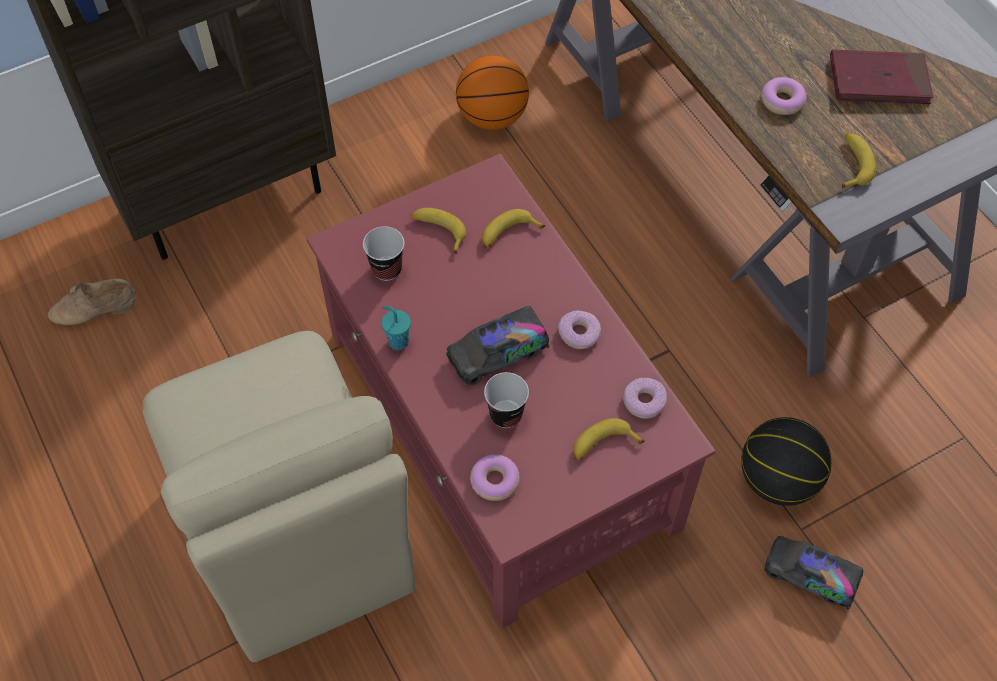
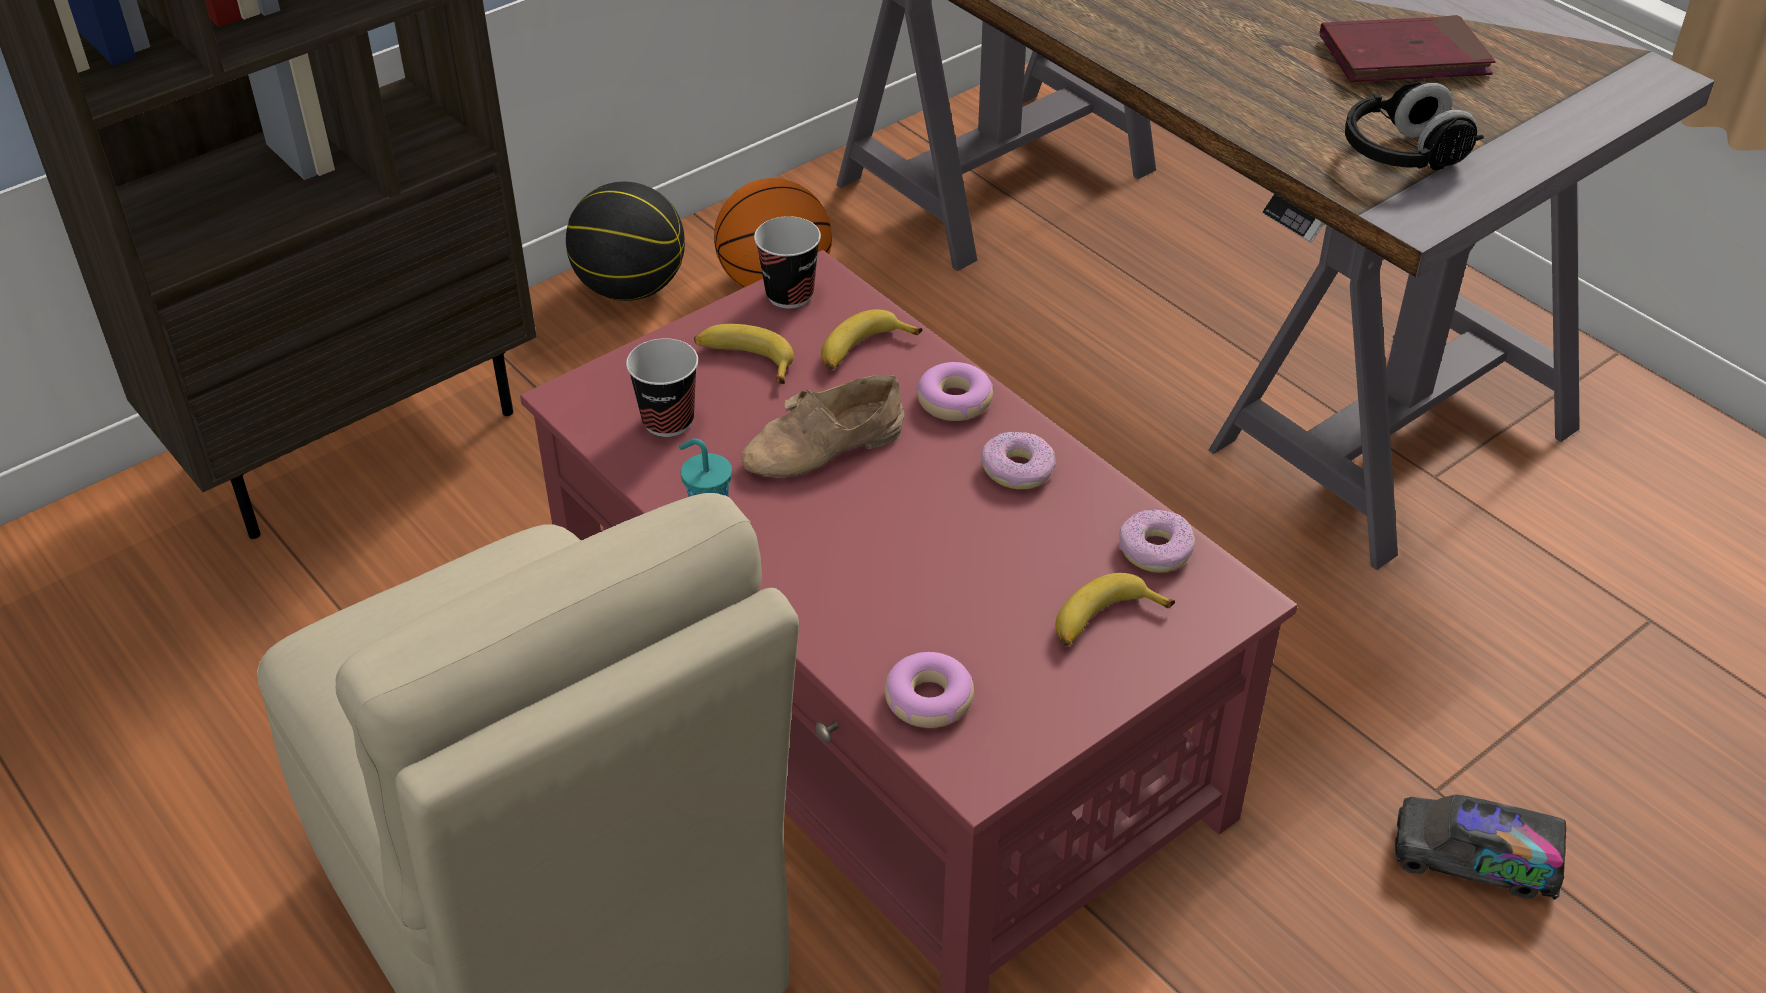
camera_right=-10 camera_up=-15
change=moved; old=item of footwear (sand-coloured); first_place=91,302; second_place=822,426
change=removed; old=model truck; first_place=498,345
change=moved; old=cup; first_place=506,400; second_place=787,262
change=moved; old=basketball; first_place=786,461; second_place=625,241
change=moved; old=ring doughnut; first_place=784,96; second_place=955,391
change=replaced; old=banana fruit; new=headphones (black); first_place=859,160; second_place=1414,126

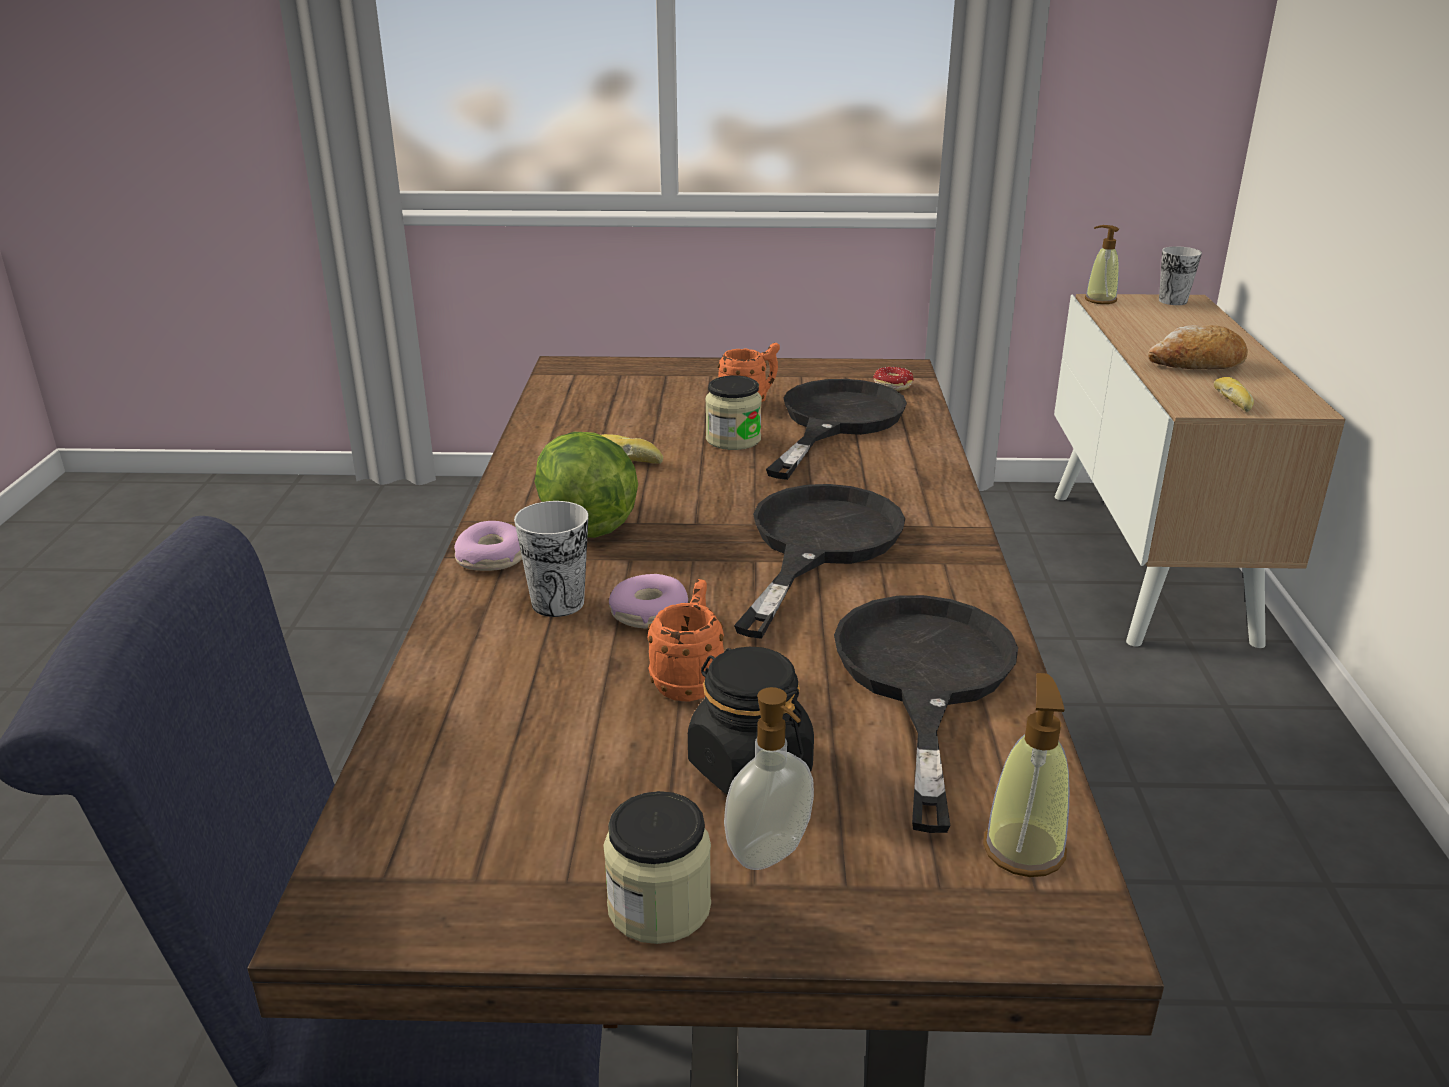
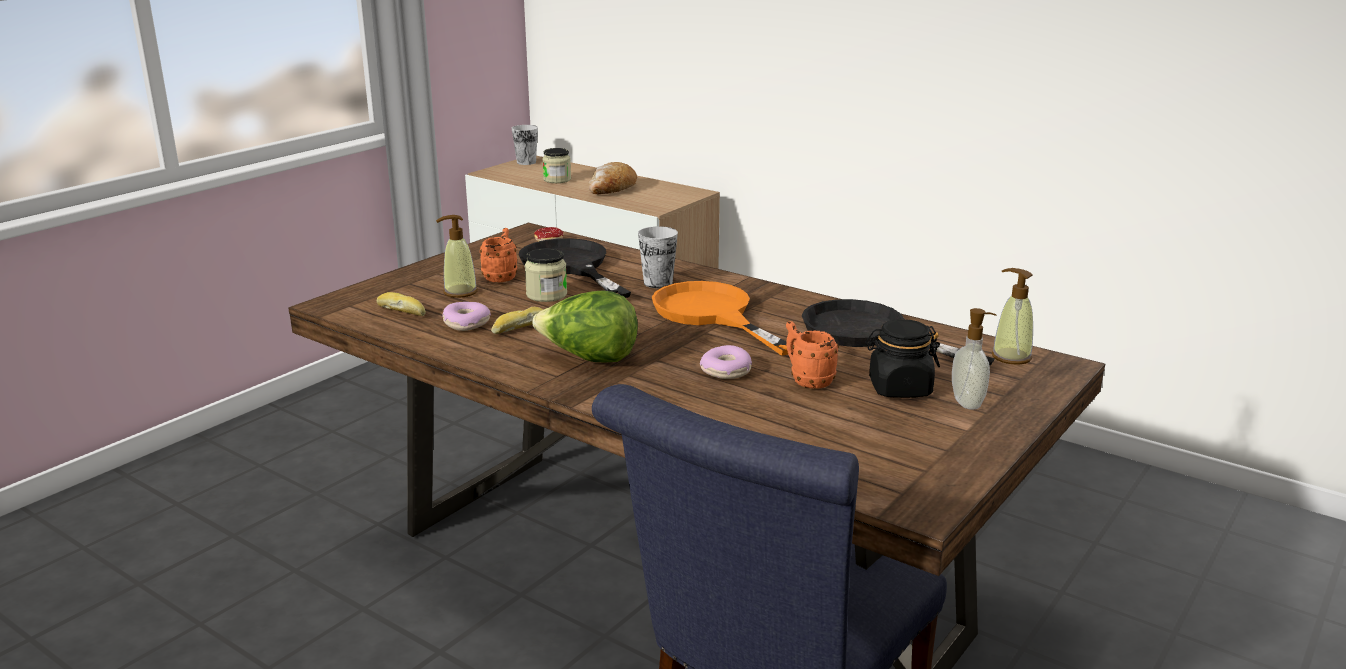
camera_right=-55 camera_up=-5
change=moved; old=ring doughnut; first_place=488,546; second_place=466,316
change=moved; old=cup; first_place=551,559; second_place=658,257
change=moved; old=jar; first_place=657,867; second_place=556,165
change=recoloured; old=pan (black); new=pan (orange-coloured); first_place=819,561; second_place=720,318
change=moved; old=soap bottle; first_place=1102,264; second_place=457,256
change=moved; old=baked bread; first_place=1234,394; second_place=401,304

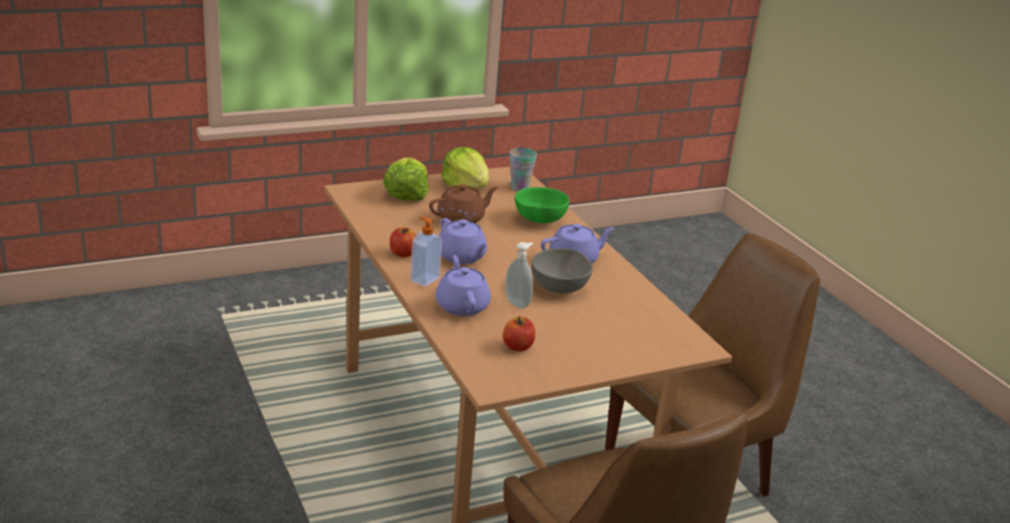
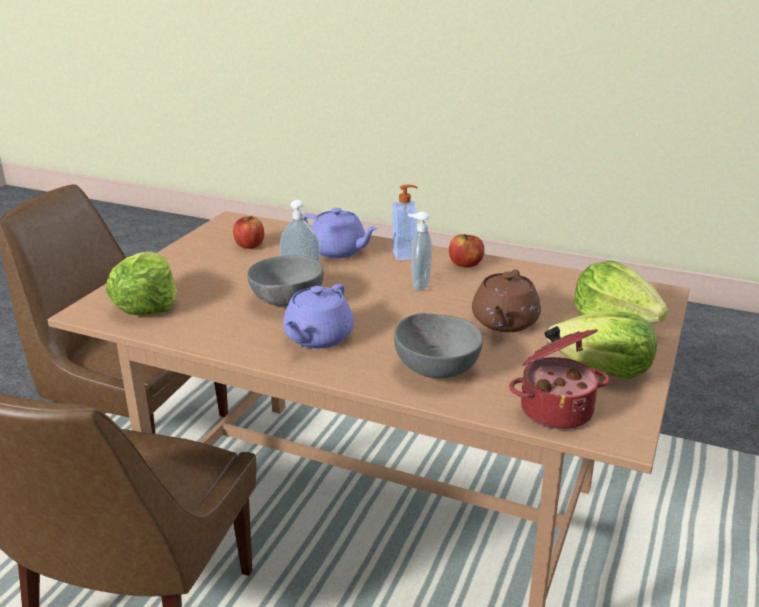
camera_right=140 camera_up=0
change=replaced; old=pot for tea (purple); new=soap bottle; first_place=463,241; second_place=420,251
change=replaced; old=cup; new=saucepot; first_place=523,169; second_place=559,377
change=recoloured; old=bowl (greenish); new=bowl (grey); first_place=542,205; second_place=438,345
change=added; new=lettuce; second_place=141,283

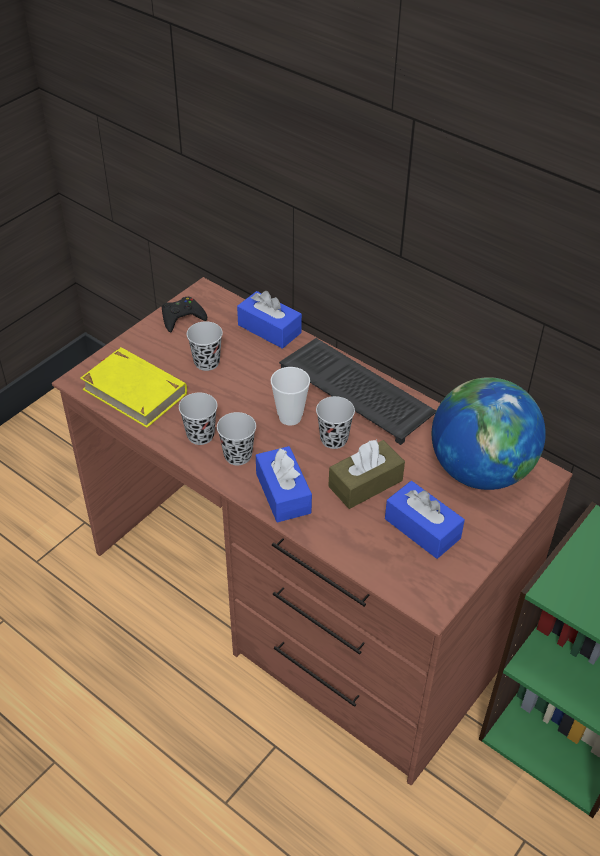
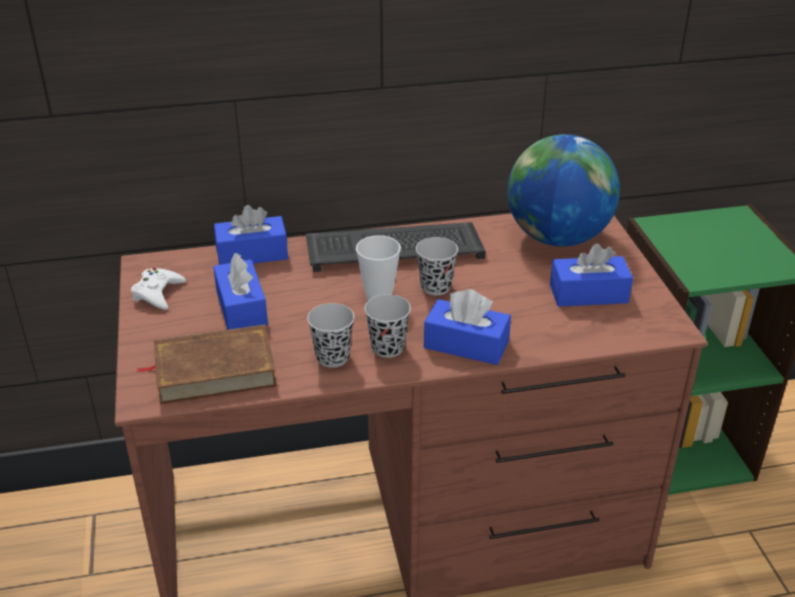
camera_right=-50 camera_up=-10
change=recoloured; old=book (yellowish); new=book (brown-coloured); first_place=133,387; second_place=206,364
change=recoloured; old=joypad (black); new=joypad (whitish); first_place=184,314; second_place=158,289
change=replaced; old=cup (black); new=tissue holder (blue-coloured); first_place=205,346; second_place=240,291
change=removed; old=tissue holder (brown-coloured); first_place=366,474

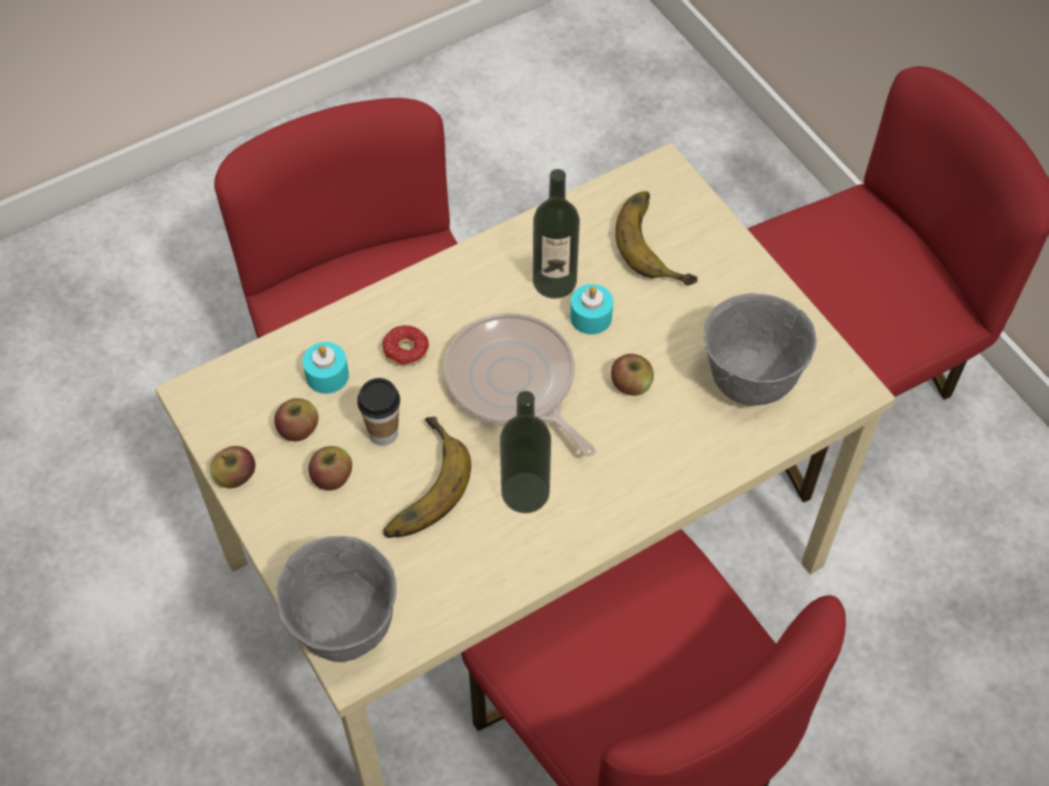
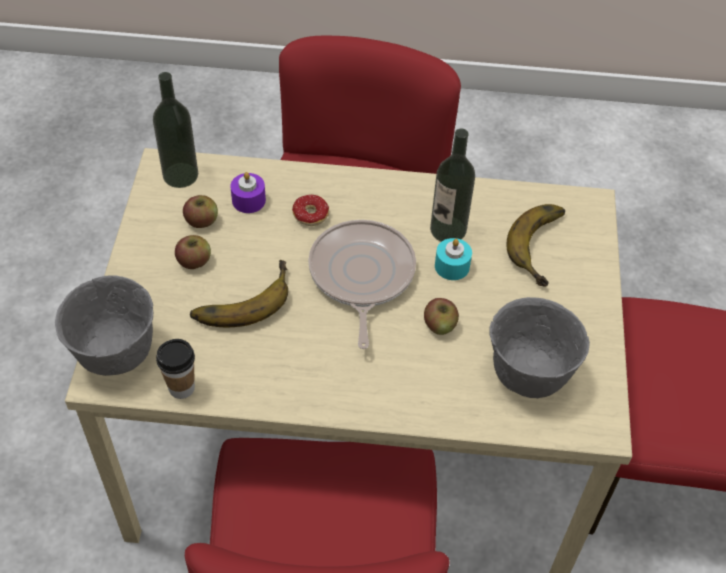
camera_right=35 camera_up=-5
change=removed; old=whole apple; first_place=232,467
change=recoloured; old=wax light (turquoise); new=wax light (purple); first_place=325,368; second_place=248,192
change=moved; old=cup; first_place=378,412; second_place=175,369
change=moved; old=bottle; first_place=525,452; second_place=175,130

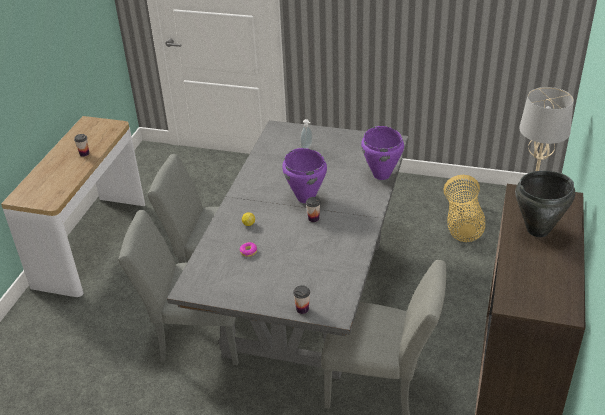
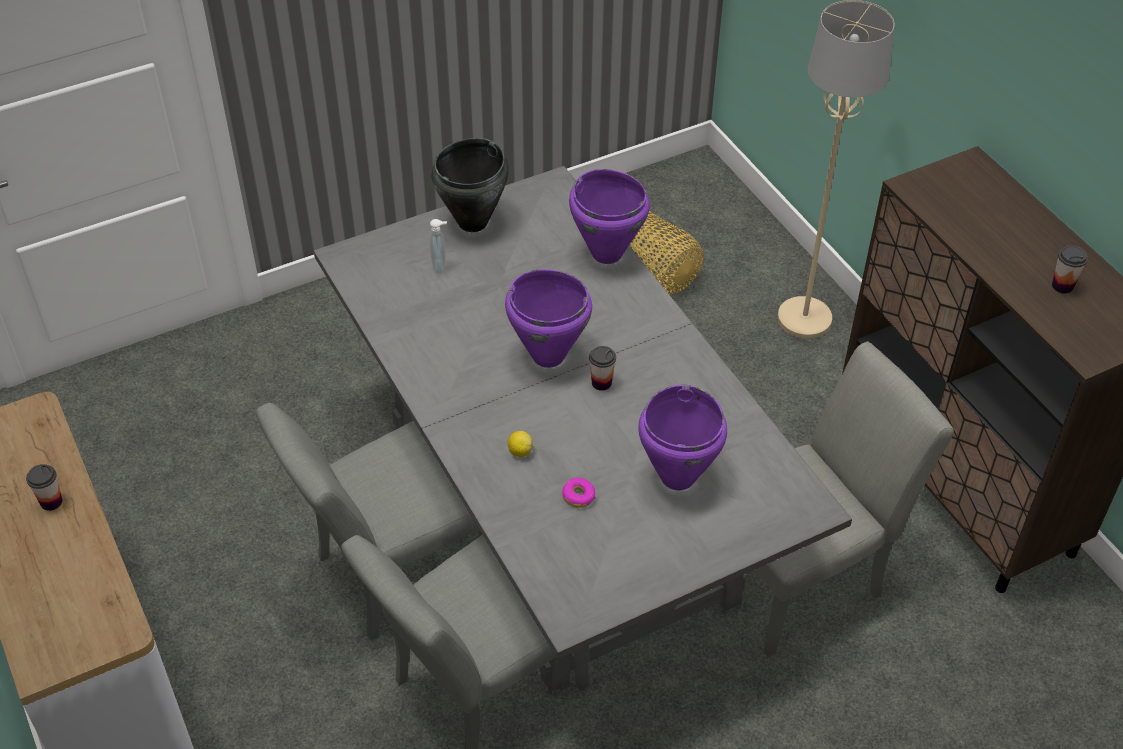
camera_right=-45 camera_up=10
change=moved; old=cup; first_place=301,299; second_place=1070,269
change=moved; old=saucepot (black); first_place=545,204; second_place=470,185
change=added; new=saucepot (purple); second_place=682,437

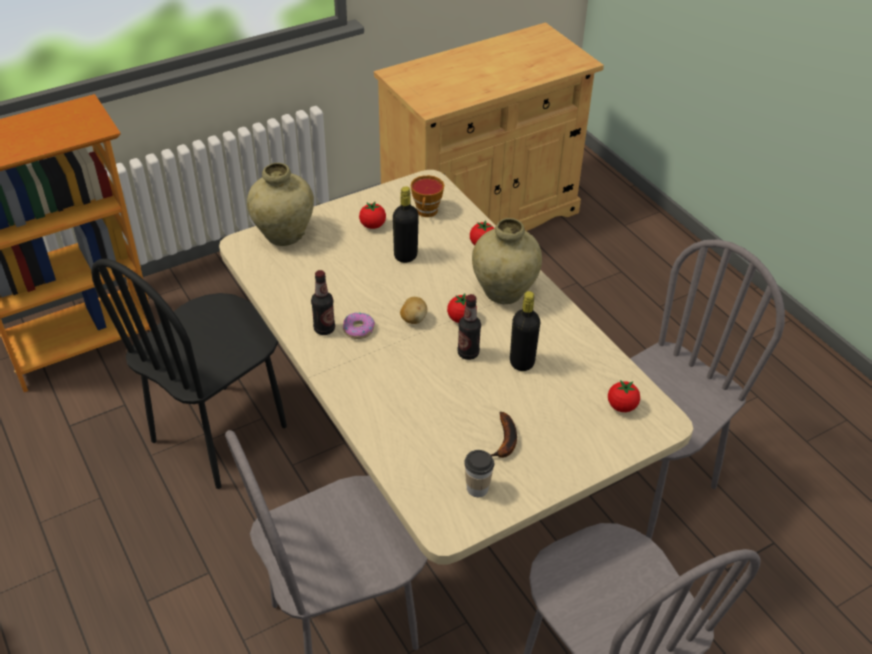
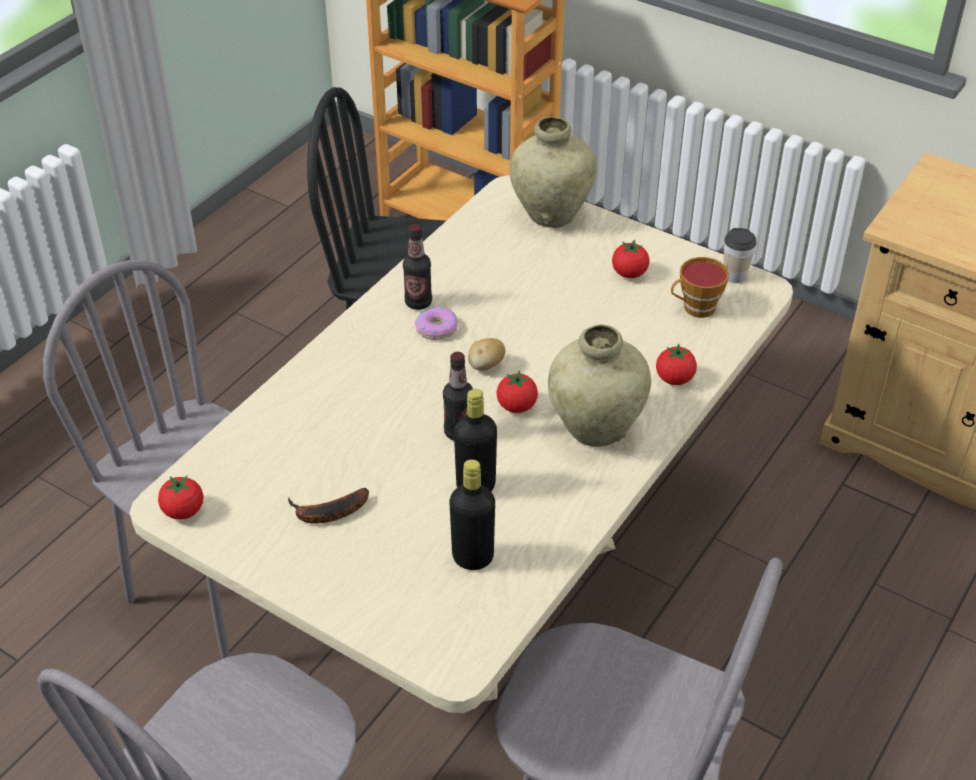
camera_right=65 camera_up=0
change=moved; old=bottle (black); first_place=406,224; second_place=472,514
change=moved; old=cup; first_place=479,473; second_place=740,255
change=moved; old=tomato; first_place=624,396; second_place=180,498

